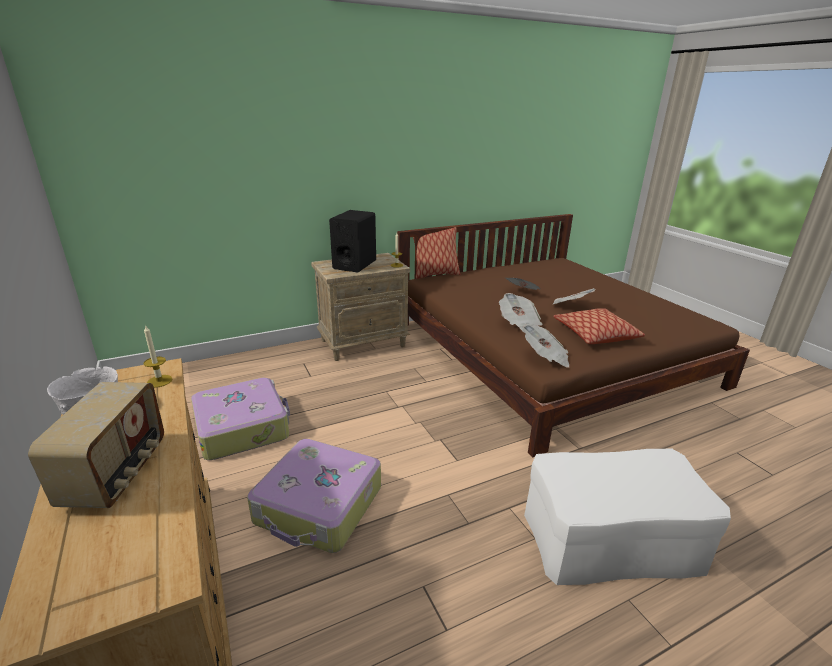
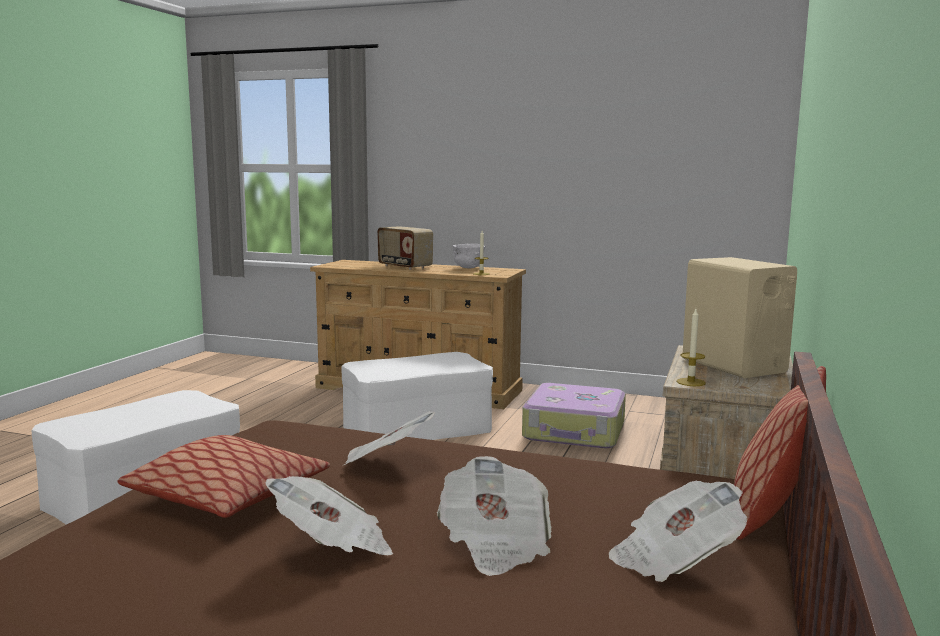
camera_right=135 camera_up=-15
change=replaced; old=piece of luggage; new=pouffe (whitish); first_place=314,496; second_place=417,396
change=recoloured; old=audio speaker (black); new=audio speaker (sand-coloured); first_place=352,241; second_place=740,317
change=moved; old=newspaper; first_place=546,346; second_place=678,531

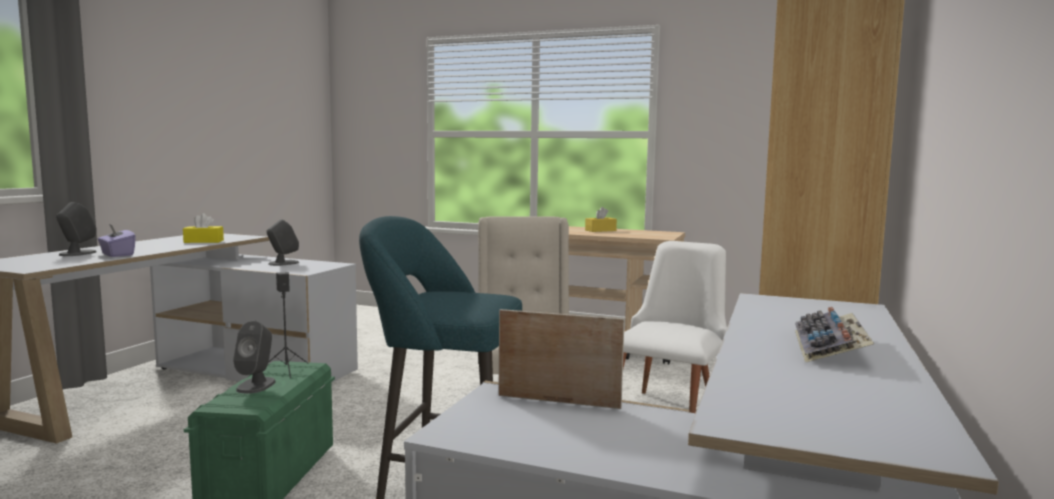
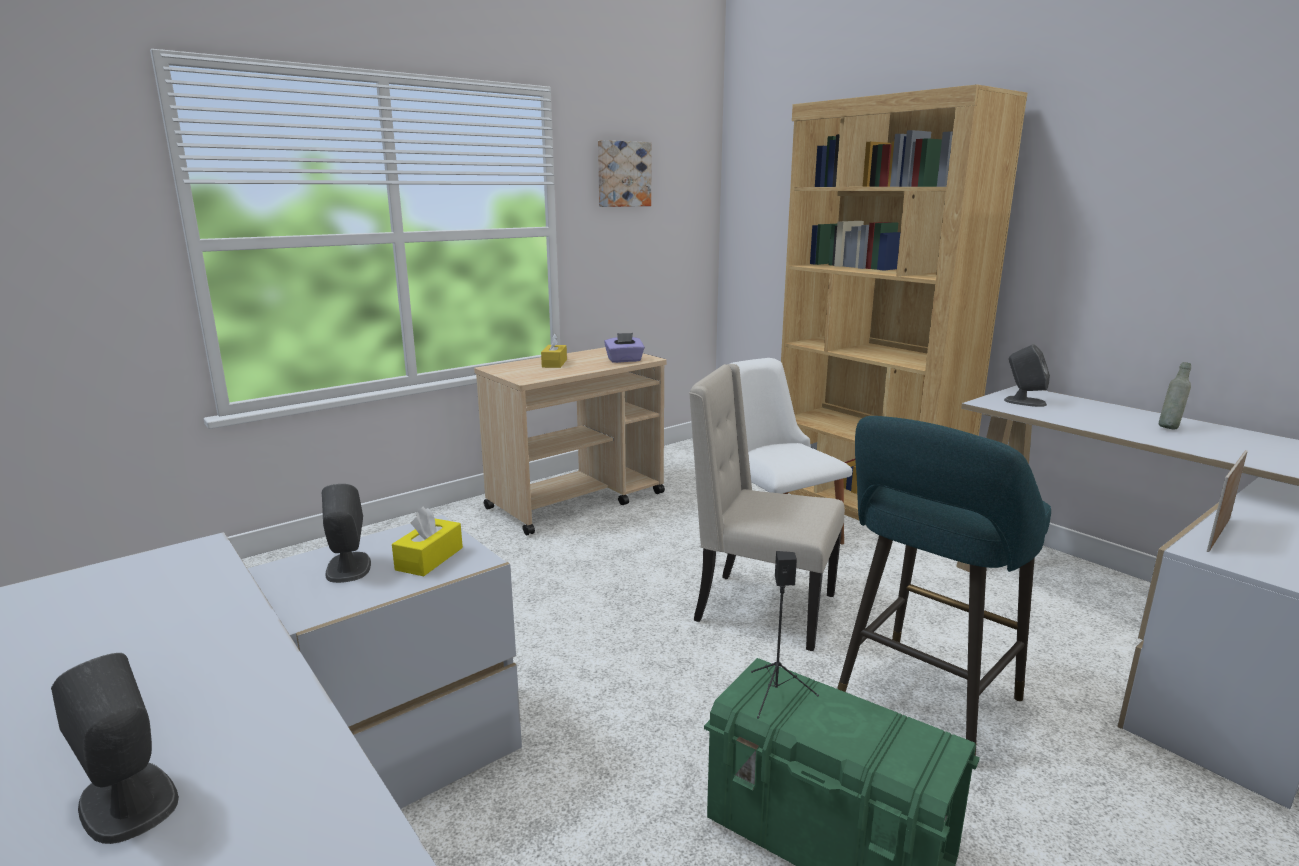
camera_right=-60 camera_up=10
change=moved; old=tissue holder (purple); first_place=116,240; second_place=624,348
change=moved; old=tissue holder (yellowish); first_place=203,228; second_place=427,541
change=moved; old=audio speaker (grey); first_place=254,357; second_place=1027,375
change=replaced; old=keyboard; new=bottle (grey); first_place=834,335; second_place=1175,396
change=added; new=wall art; second_place=624,173

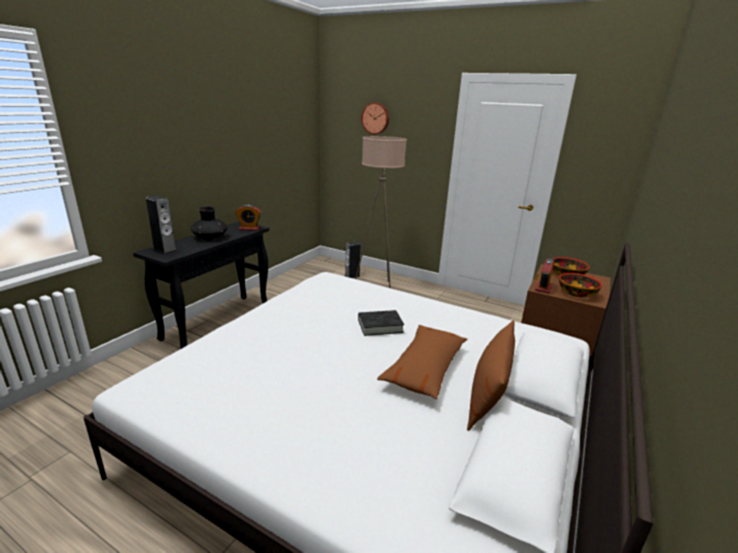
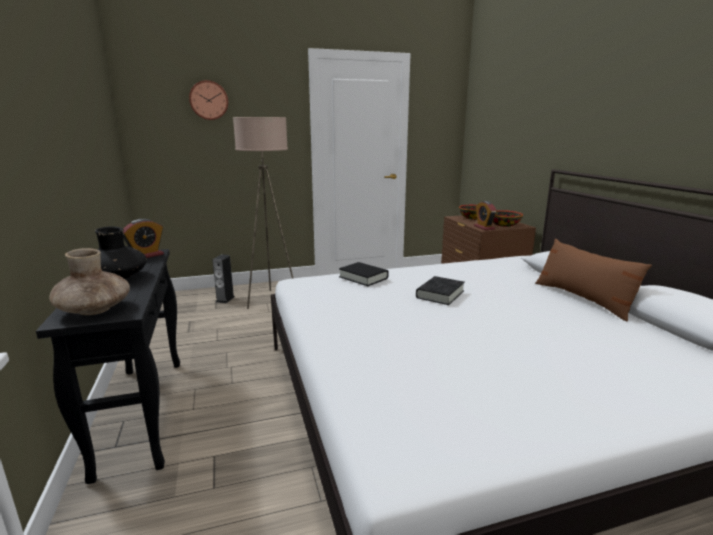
camera_right=-45 camera_up=-5
change=replaced; old=audio speaker; new=decorative vase (brown-coloured); first_place=162,226; second_place=89,281
change=removed; old=throw pillow (brown-coloured); first_place=422,362
change=added; new=book (black); second_place=364,274

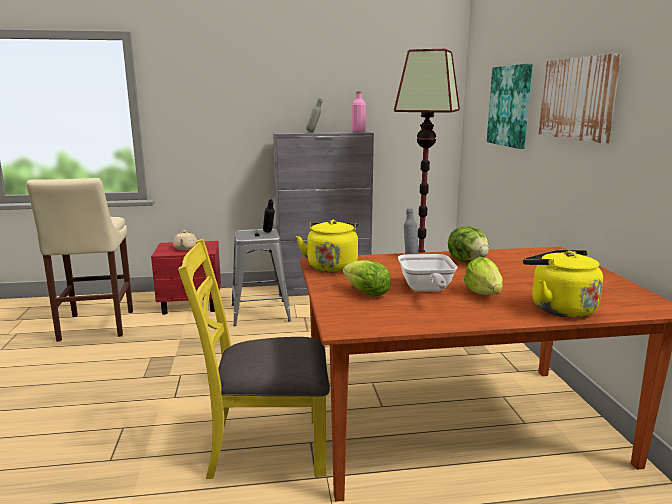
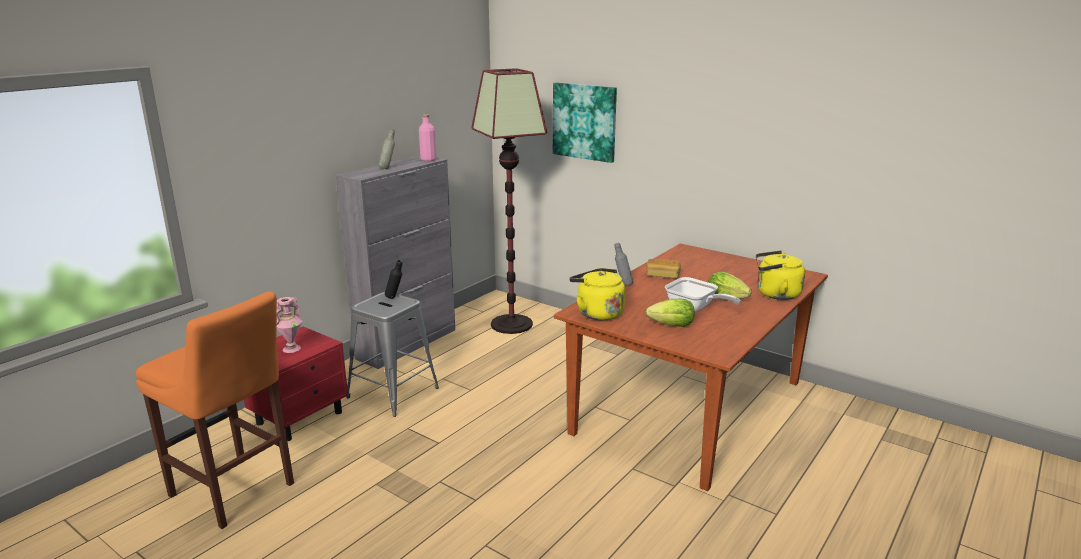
camera_right=-45 camera_up=5
change=recoloured; old=stool (sand-coloured); new=stool (orange-coloured); first_place=79,260; second_place=215,410
change=replaced; old=pot for tea (sand-coloured); new=decorative vase (pink-coloured); first_place=185,240; second_place=290,325
change=removed; old=plain chair (yellowish); first_place=254,358
change=replaced; old=lettuce; new=baked bread; first_place=468,244; second_place=663,269
change=removed; old=wall art; first_place=580,98

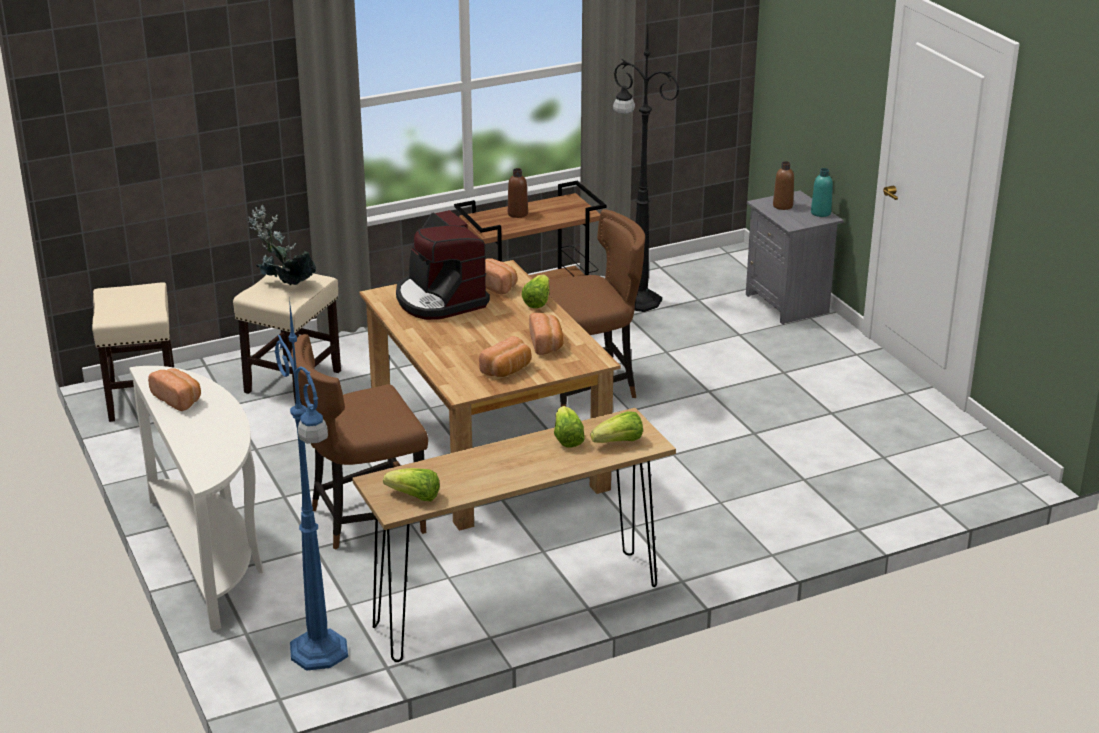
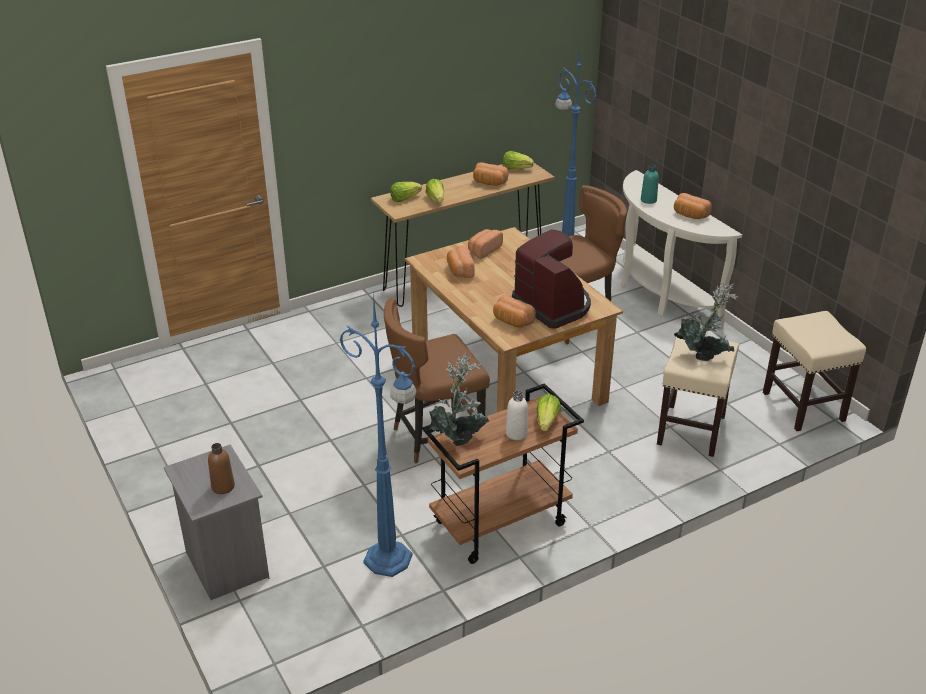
camera_right=175 camera_up=5
change=recoloured; old=bottle (brown-coloured); new=bottle (whitish); first_place=518,193; second_place=517,415
change=moved; old=lettuce; first_place=536,291; second_place=549,412
change=recoloured; old=standard lamp (black); new=standard lamp (blue-coloured); first_place=646,170; second_place=377,435
change=moved; old=bottle (turquoise); first_place=822,192; second_place=650,184
change=added; new=houseplant; second_place=457,399
change=added; new=baked bread; second_place=490,174

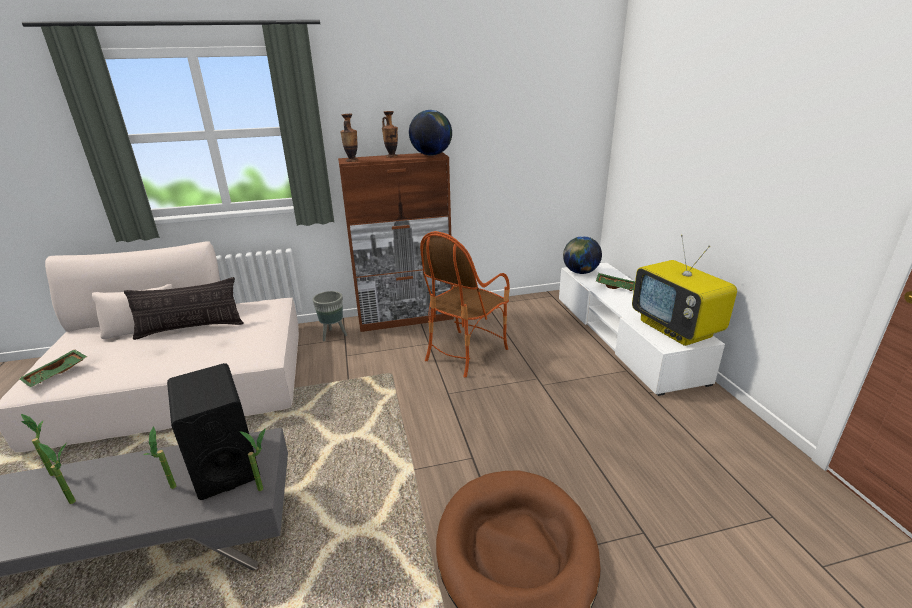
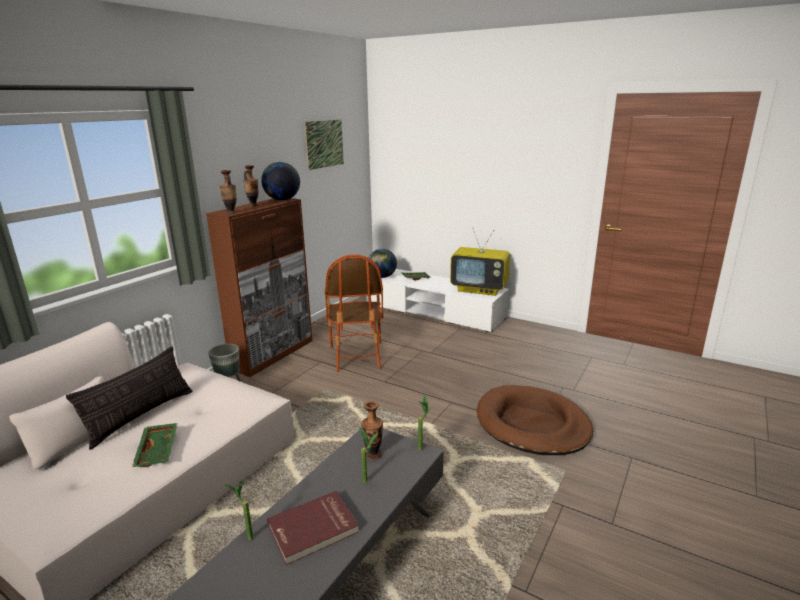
camera_right=-45 camera_up=-5
change=moved; old=tray (greenish); first_place=53,368; second_place=154,445
change=replaced; old=houseplant; new=book (red-coloured); first_place=57,473; second_place=313,528
change=replaced; old=audio speaker (black); new=decorative vase; first_place=213,431; second_place=372,430
change=added; new=wall art; second_place=324,144

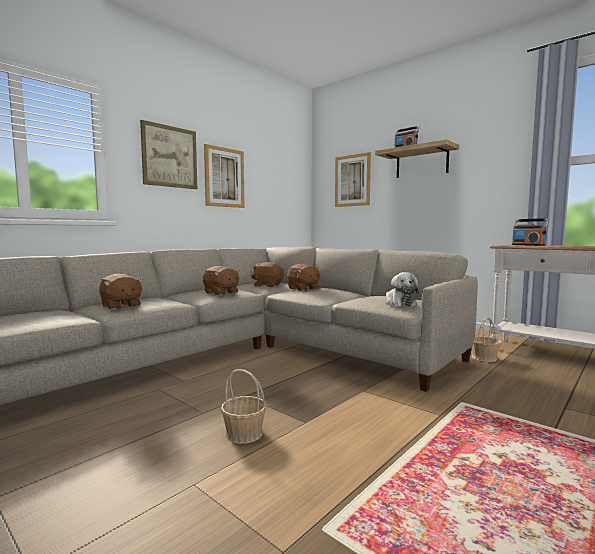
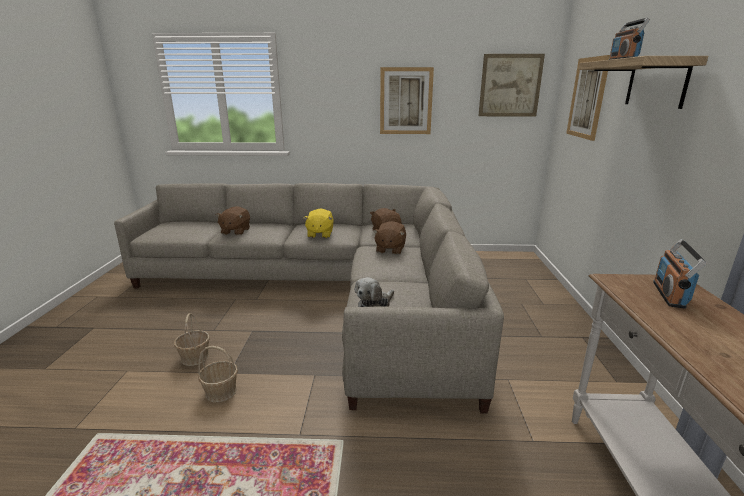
camera_right=50 camera_up=15
change=moved; old=wall art; first_place=168,154; second_place=511,85
change=recoloured; old=soft toy (brown-coloured); new=soft toy (yellowish); first_place=221,280; second_place=318,223
change=moved; old=storage basket; first_place=486,339; second_place=218,374

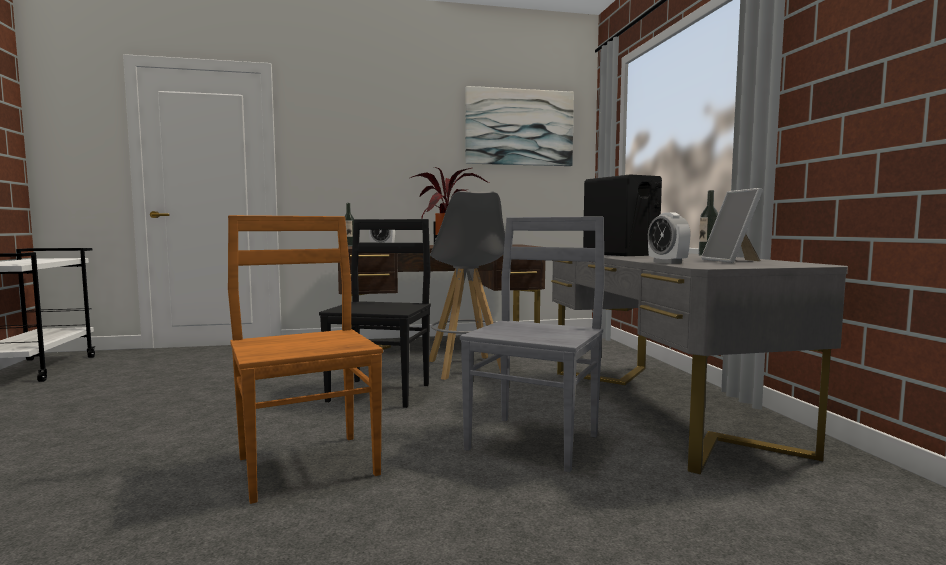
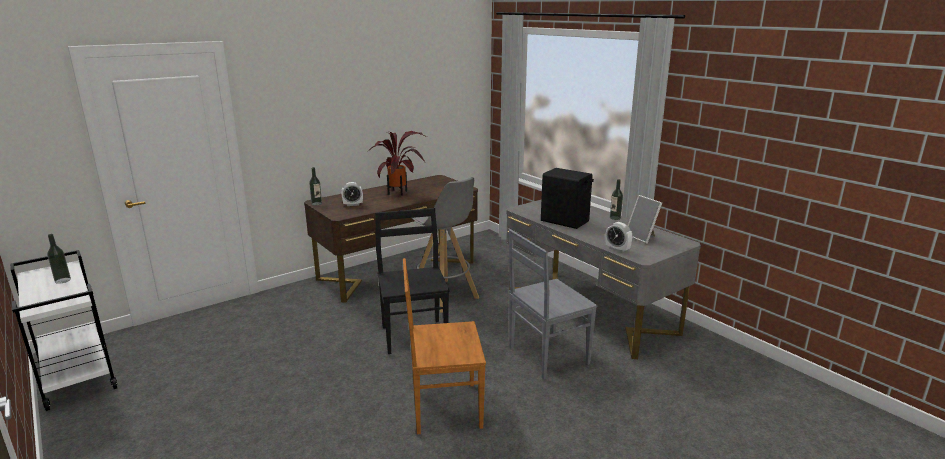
camera_right=-25 camera_up=15
change=turned; old=plain chair (brown-coloured); first_place=305,359; second_place=444,346; degrees=-45
change=turned; old=plain chair (grey); first_place=532,344; second_place=553,304; degrees=-120
change=removed; old=wall art; first_place=520,126
change=added; new=bottle; second_place=59,259

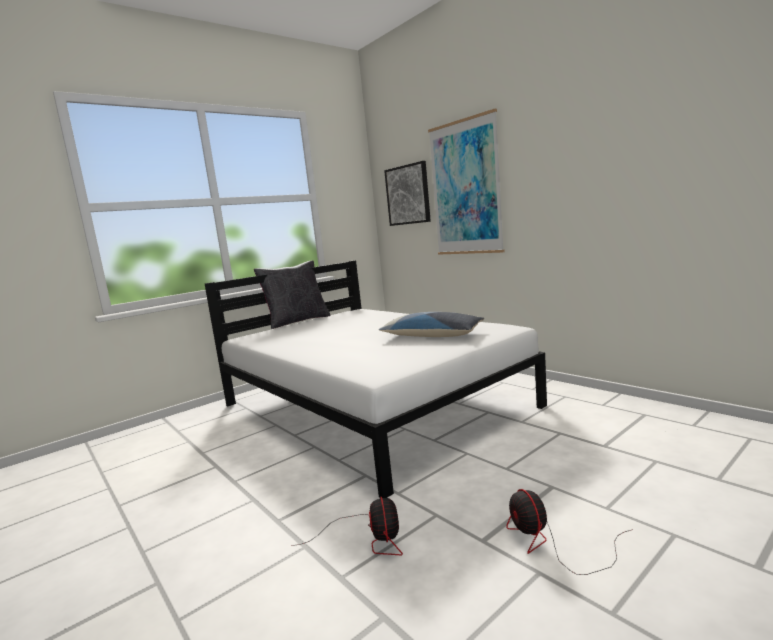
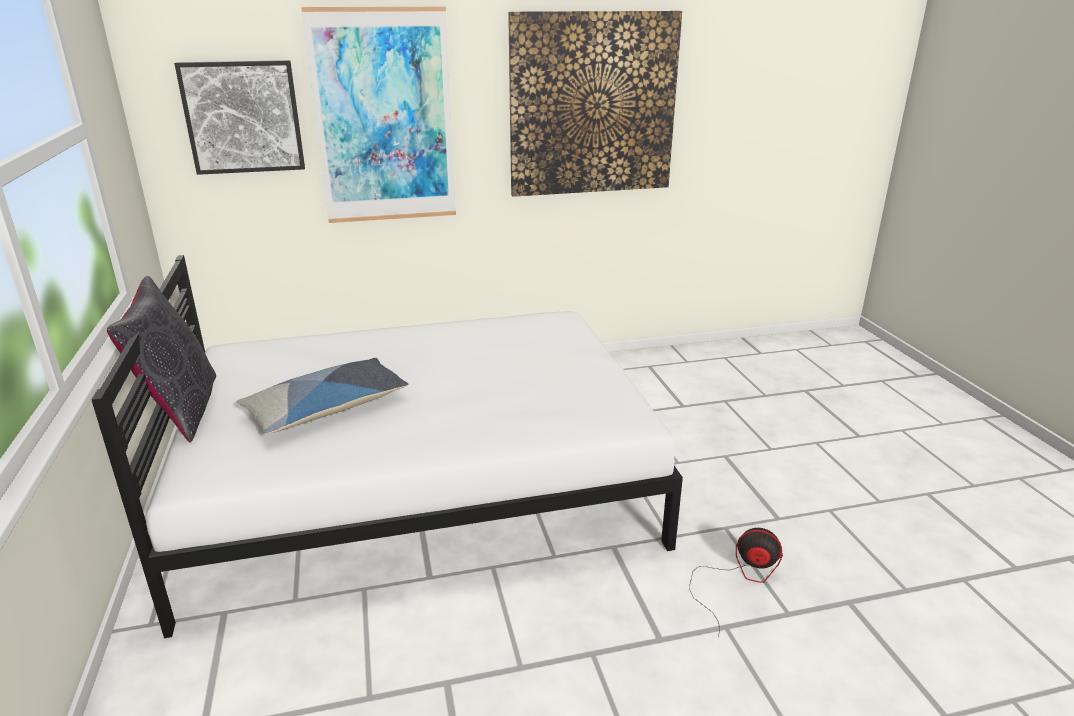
camera_right=-65 camera_up=15
change=moved; old=throw pillow; first_place=431,324; second_place=323,395
change=removed; old=cooling fan; first_place=569,532
change=added; new=wall art; second_place=595,104

